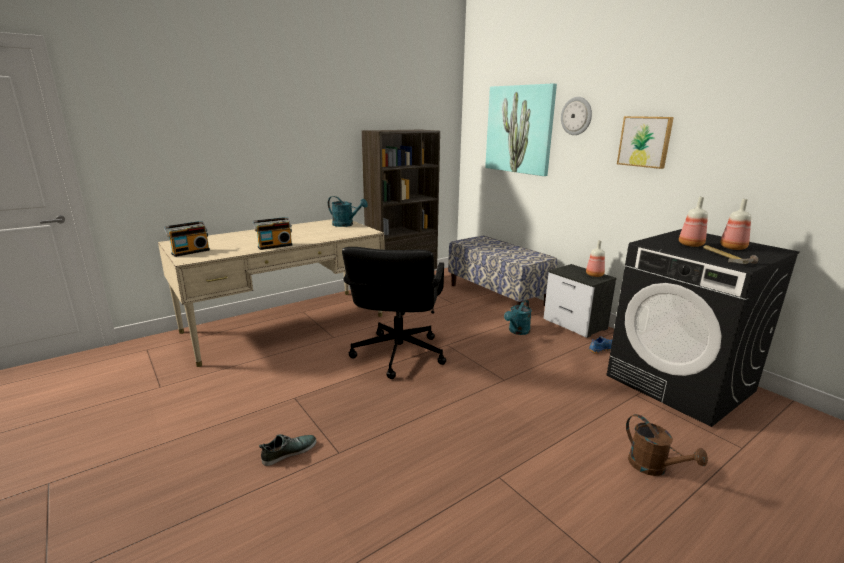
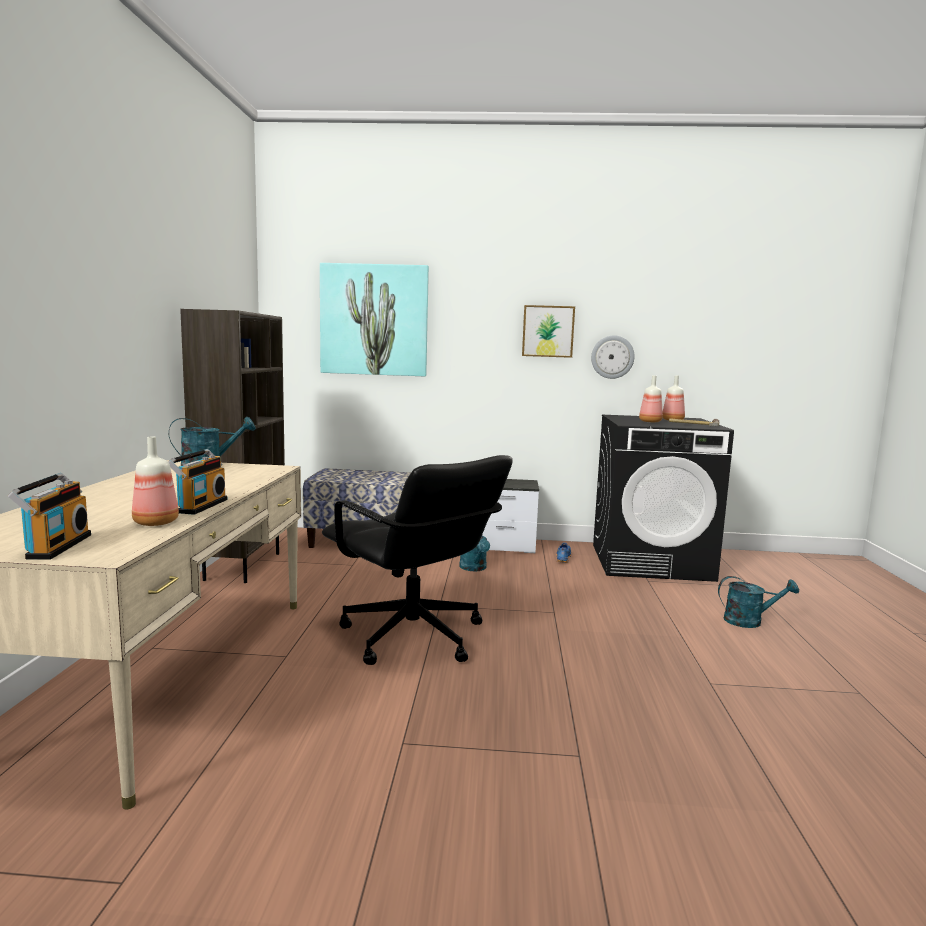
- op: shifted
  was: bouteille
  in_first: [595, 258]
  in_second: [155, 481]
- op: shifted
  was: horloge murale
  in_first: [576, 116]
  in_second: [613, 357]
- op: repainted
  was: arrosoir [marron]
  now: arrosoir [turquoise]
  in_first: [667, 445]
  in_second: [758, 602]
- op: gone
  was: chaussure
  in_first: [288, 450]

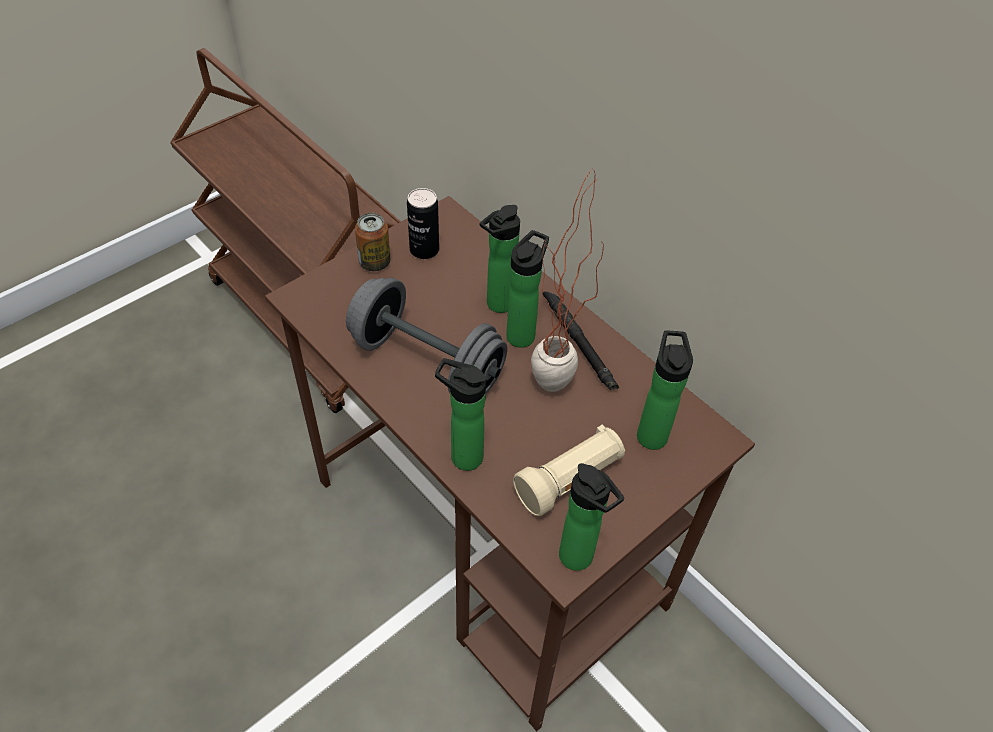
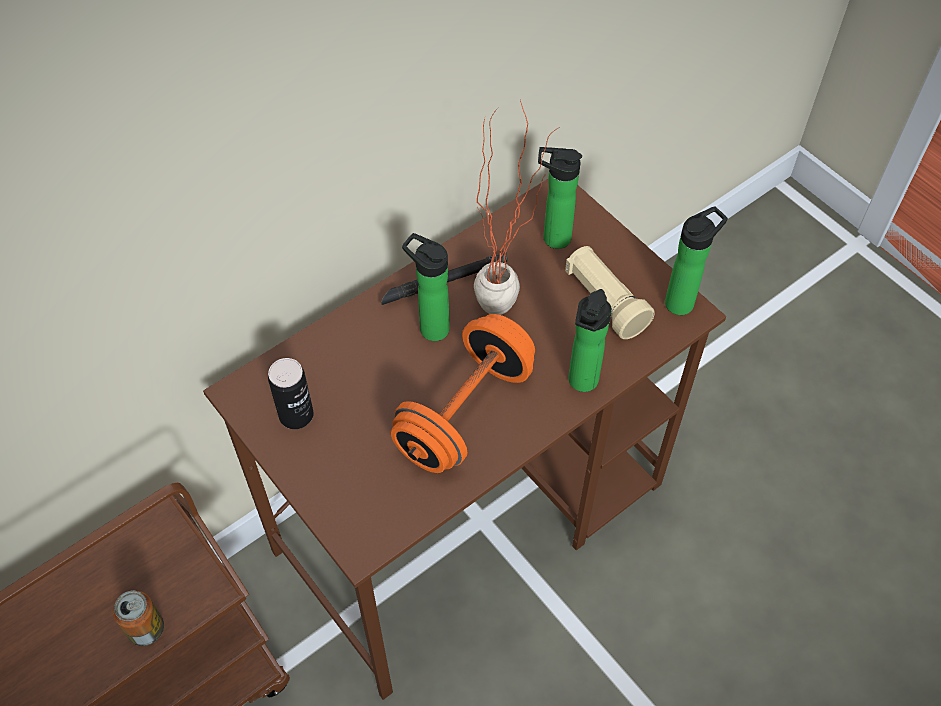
- op: shifted
  was: boîte métallique
  in_first: [372, 242]
  in_second: [138, 618]
- op: repainted
  was: haltère [gris]
  now: haltère [orange]
  in_first: [426, 335]
  in_second: [463, 393]
- op: gone
  was: bouteille
  in_first: [500, 259]

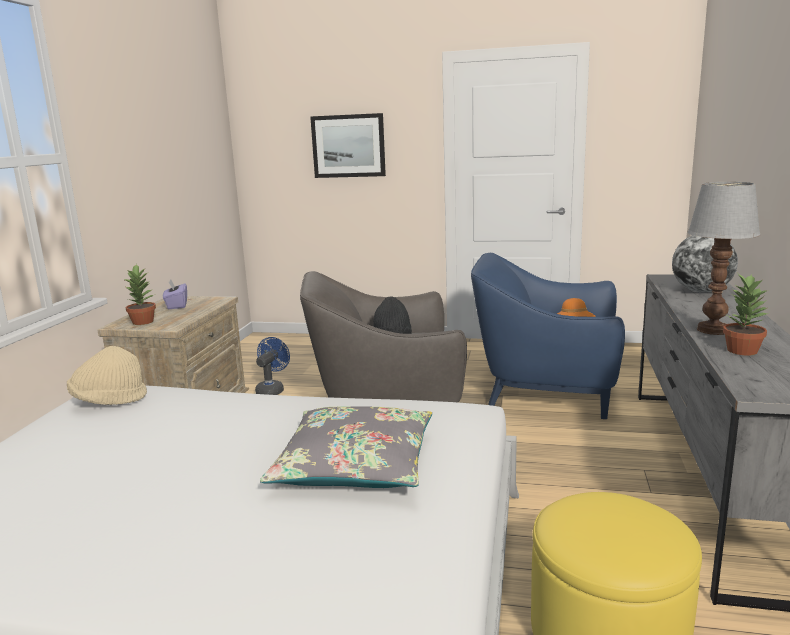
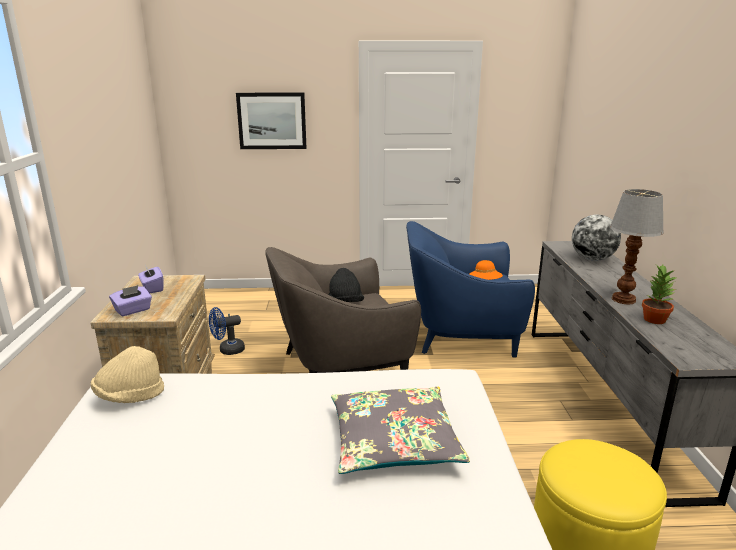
- op: swapped
  was: plante en pot
  now: boîte à mouchoirs [violet]
  in_first: [139, 294]
  in_second: [130, 301]
- op: rotated
  was: ventilateur [bleu]
  in_first: [272, 366]
  in_second: [227, 331]
  clockwise: -120

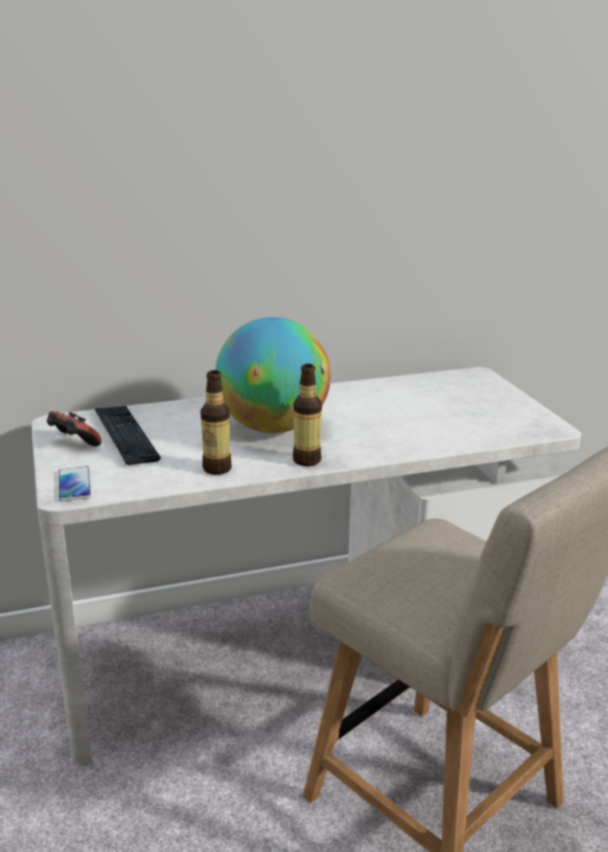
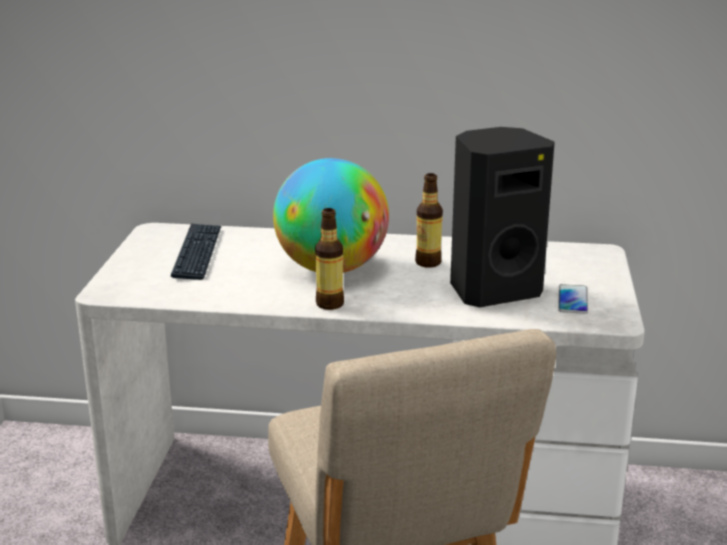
- op: shifted
  was: bouteille
  in_first: [216, 422]
  in_second: [429, 220]
- op: new
  now: enceinte [noir]
  in_second: [502, 217]
- op: shifted
  was: téléphone
  in_first: [74, 483]
  in_second: [573, 299]
- op: gone
  was: manette
  in_first: [74, 428]

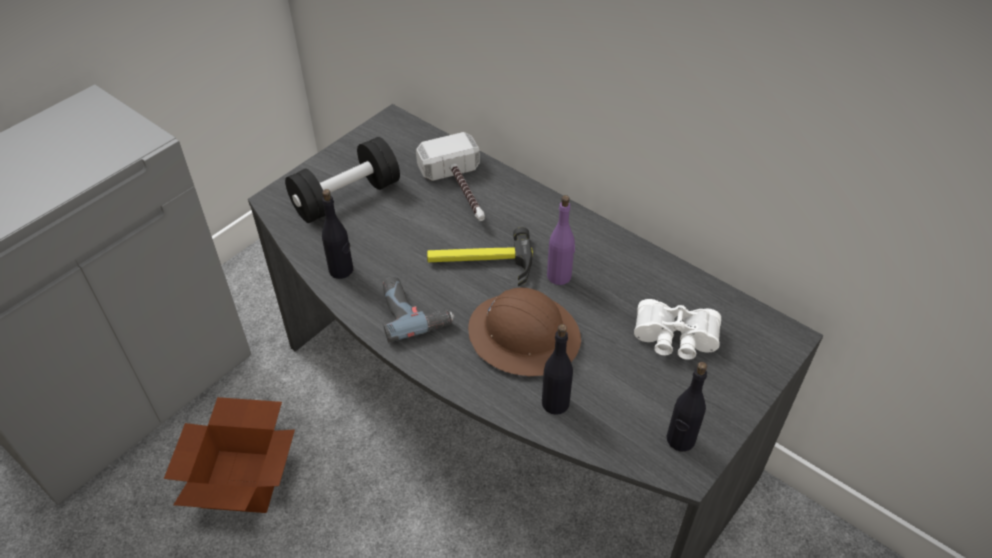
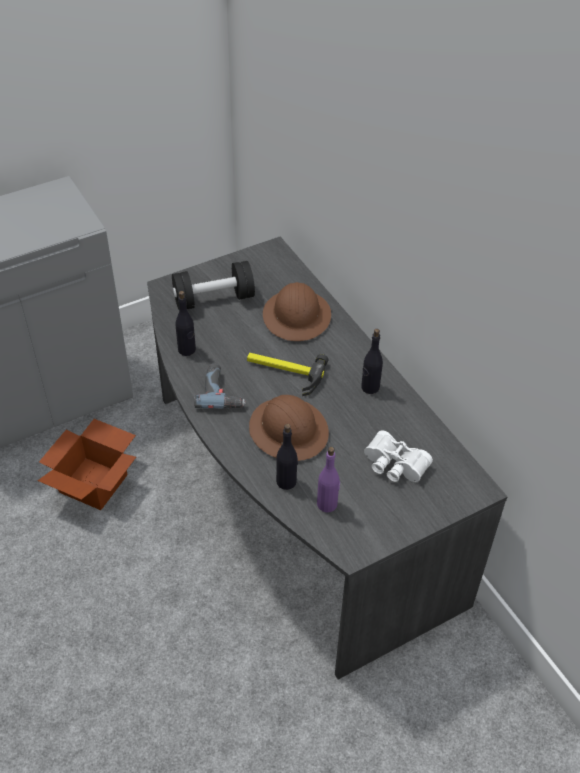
- op: swapped
  was: marteau
  now: casque de chantier [marron]
  in_first: [450, 176]
  in_second: [297, 311]
- op: shifted
  was: bouteille [violet]
  in_first: [561, 240]
  in_second: [328, 479]
- op: shifted
  was: bouteille [noir]
  in_first: [687, 407]
  in_second: [372, 361]

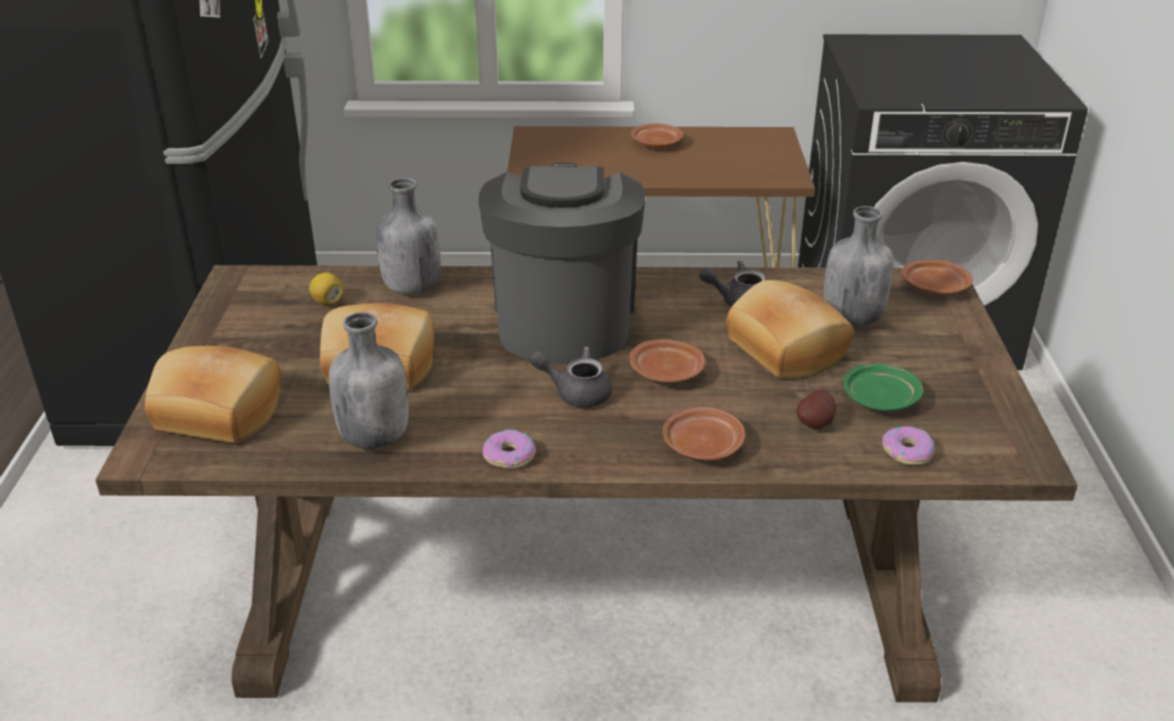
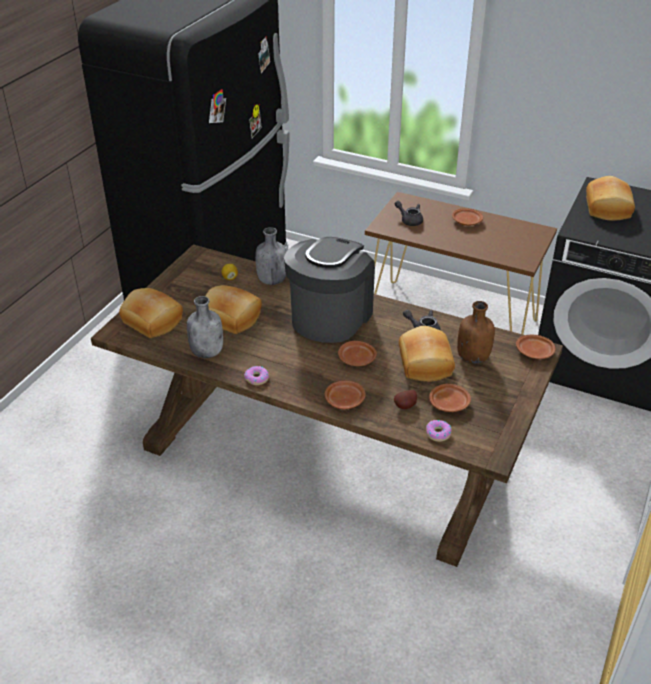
- op: shifted
  was: théière [gris]
  in_first: [571, 377]
  in_second: [408, 213]
- op: repainted
  was: assiette [vert]
  now: assiette [marron]
  in_first: [883, 387]
  in_second: [450, 398]
- op: repainted
  was: bouteille [gris]
  now: bouteille [marron]
  in_first: [858, 266]
  in_second: [476, 332]
- op: new
  now: pain
  in_second: [610, 198]

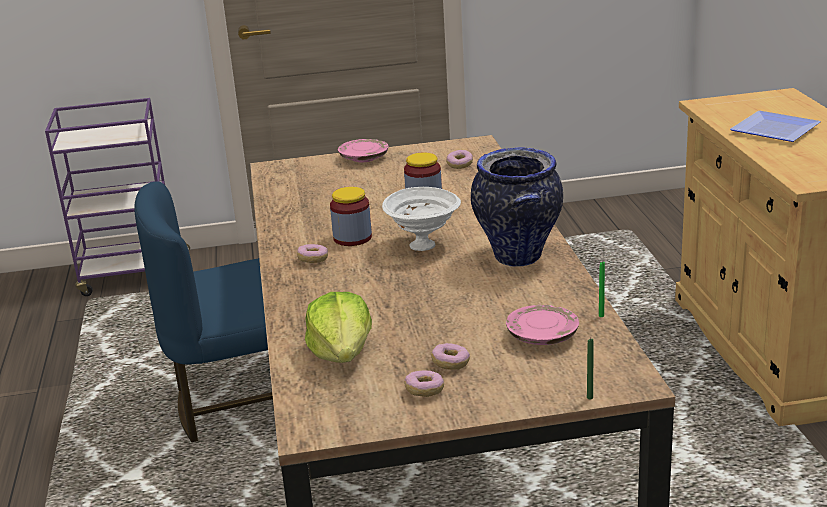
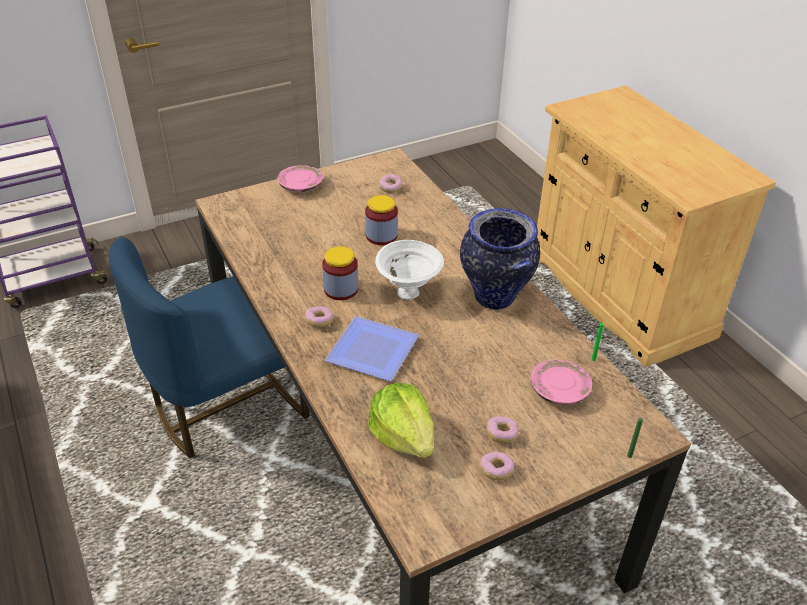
- op: shifted
  was: assiette
  in_first: [775, 126]
  in_second: [372, 348]

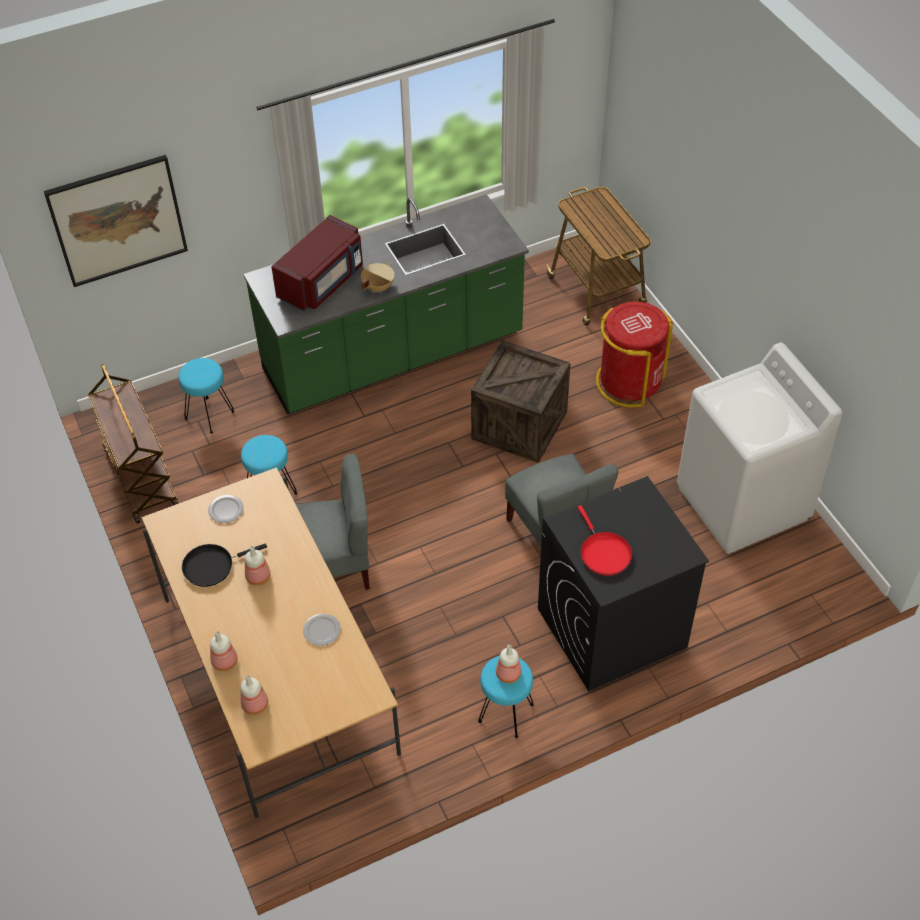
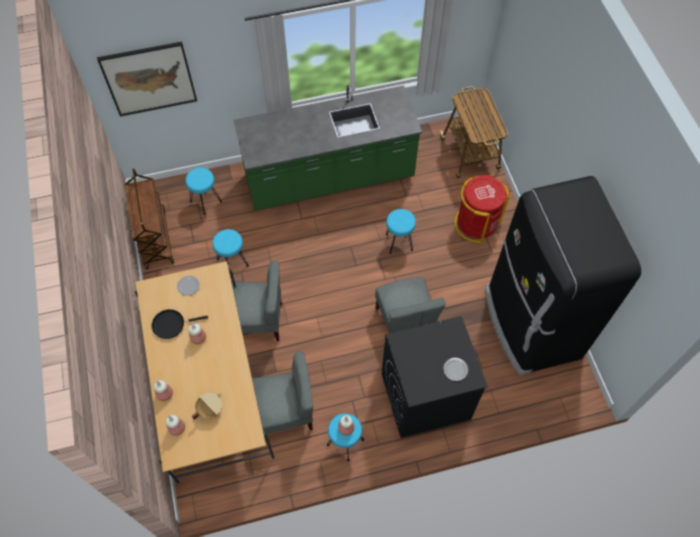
- op: shifted
  was: marmite [beige]
  in_first: [378, 277]
  in_second: [207, 406]
- op: new
  now: chaise [gris]
  in_second: [282, 396]
- op: swapped
  was: caisse
  now: tabouret [turquoise]
  in_first: [521, 401]
  in_second: [401, 231]
- op: shifted
  was: assiette
  in_first: [322, 630]
  in_second: [455, 369]
- op: swapped
  was: lave-linge [blanc]
  now: réfrigérateur [noir]
  in_first: [760, 448]
  in_second: [563, 275]
- op: gone
  was: micro-ondes [rouge]
  in_first: [317, 263]
- op: gone
  was: poêle [rouge]
  in_first: [604, 540]

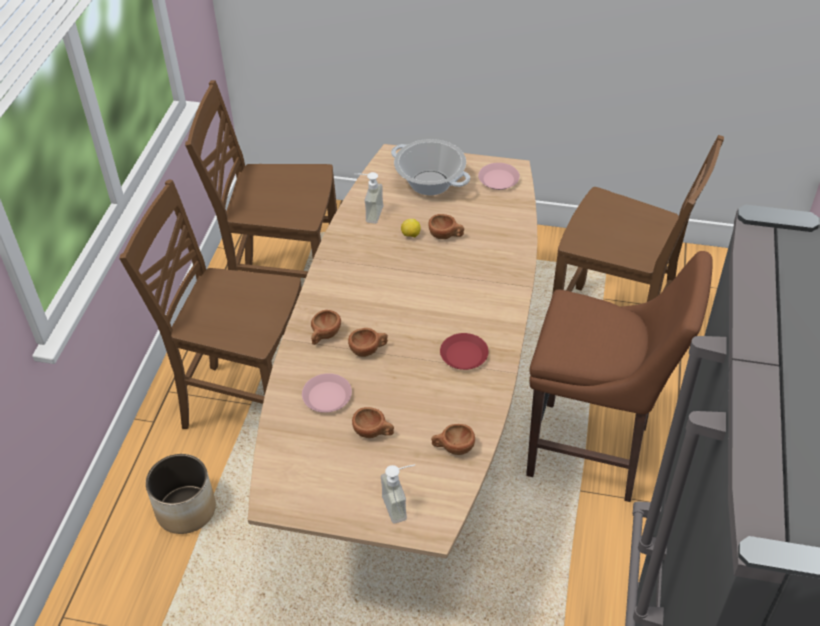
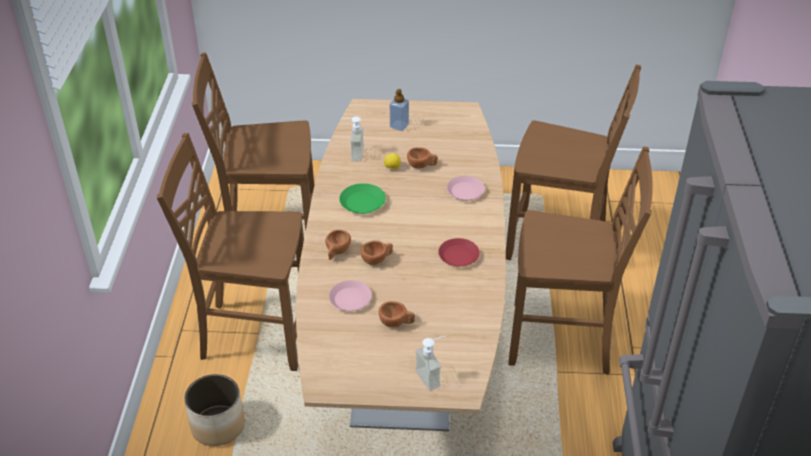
- op: new
  now: assiette [vert]
  in_second: [362, 198]
- op: swapped
  was: marmite
  now: distributeur de savon
  in_first: [430, 167]
  in_second: [399, 110]
- op: shifted
  was: assiette [rose]
  in_first: [499, 176]
  in_second: [466, 188]
- op: swapped
  was: tabouret [marron]
  now: chaise [marron]
  in_first: [619, 376]
  in_second: [580, 261]
- op: gone
  was: tasse [marron]
  in_first: [453, 439]

